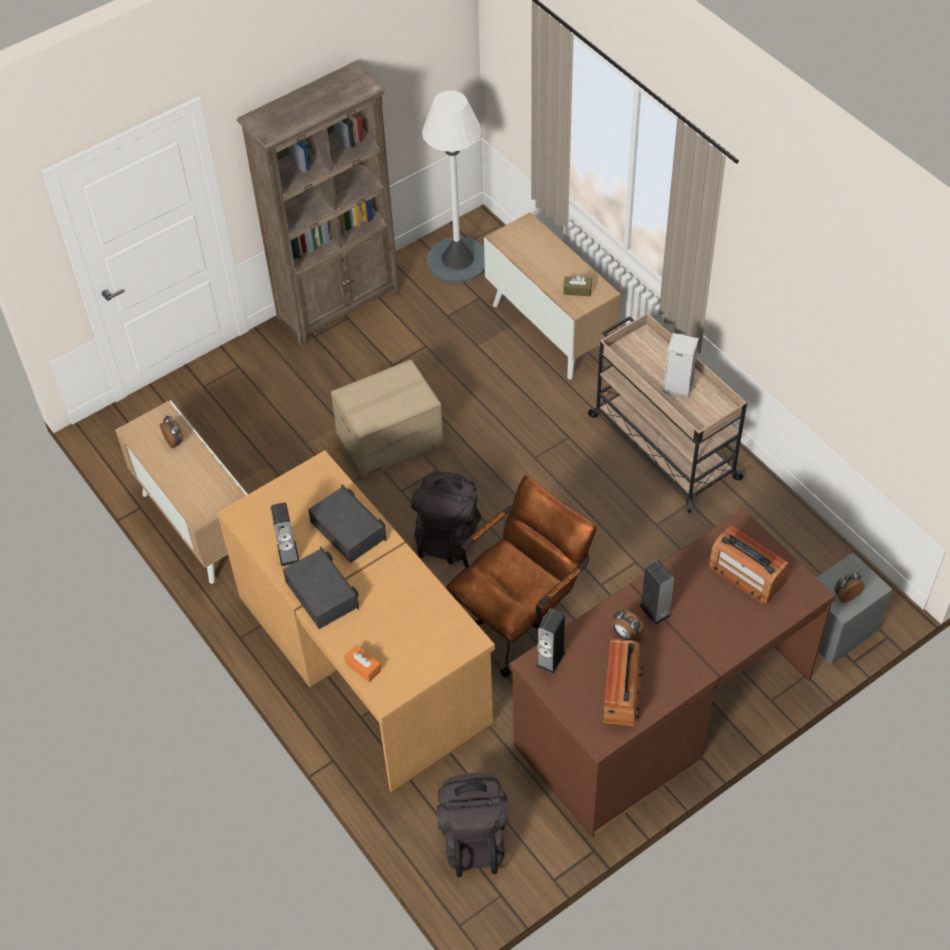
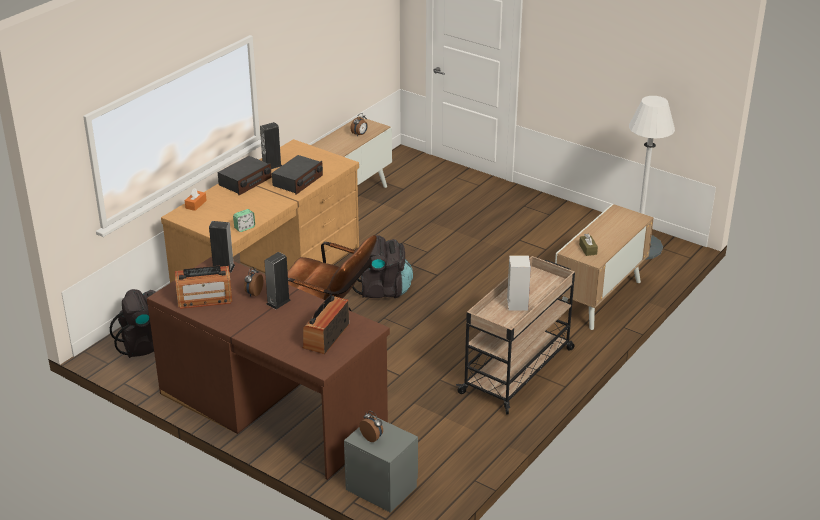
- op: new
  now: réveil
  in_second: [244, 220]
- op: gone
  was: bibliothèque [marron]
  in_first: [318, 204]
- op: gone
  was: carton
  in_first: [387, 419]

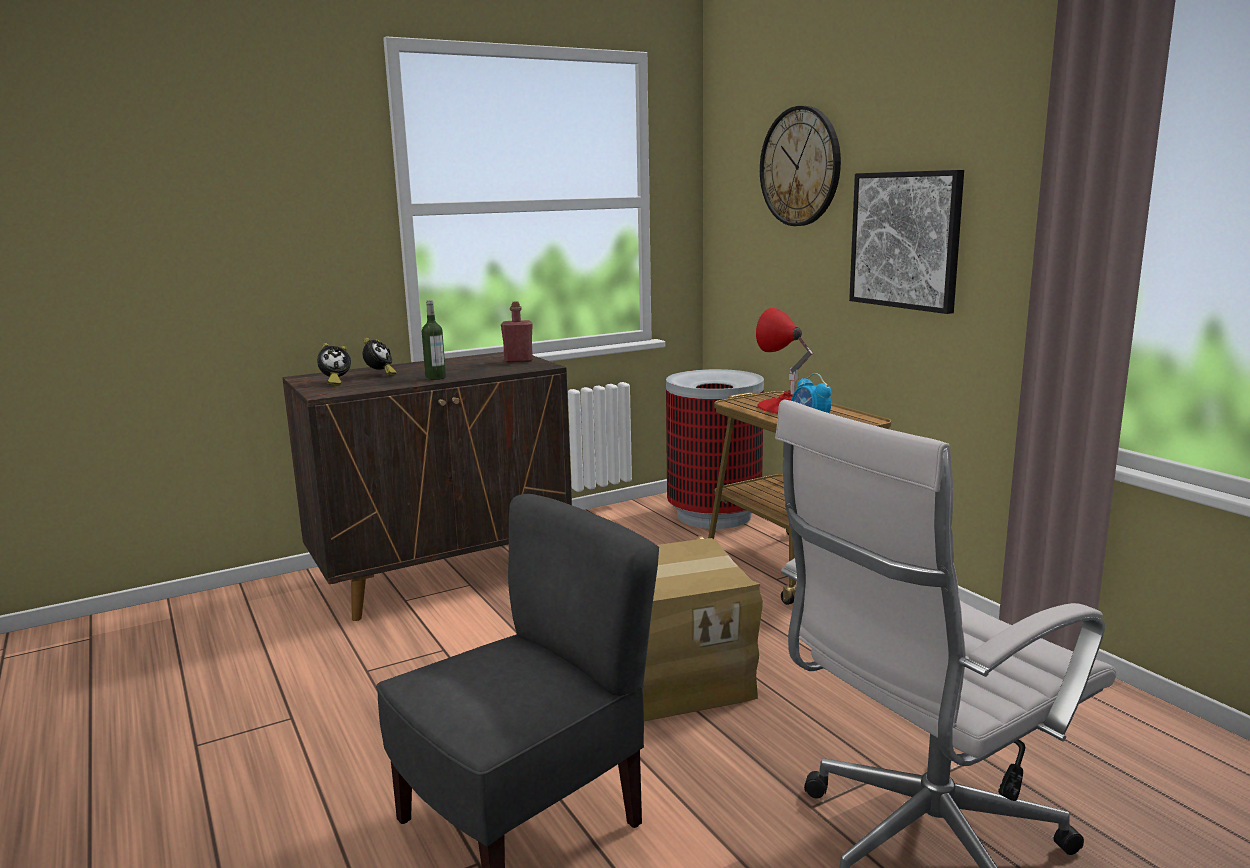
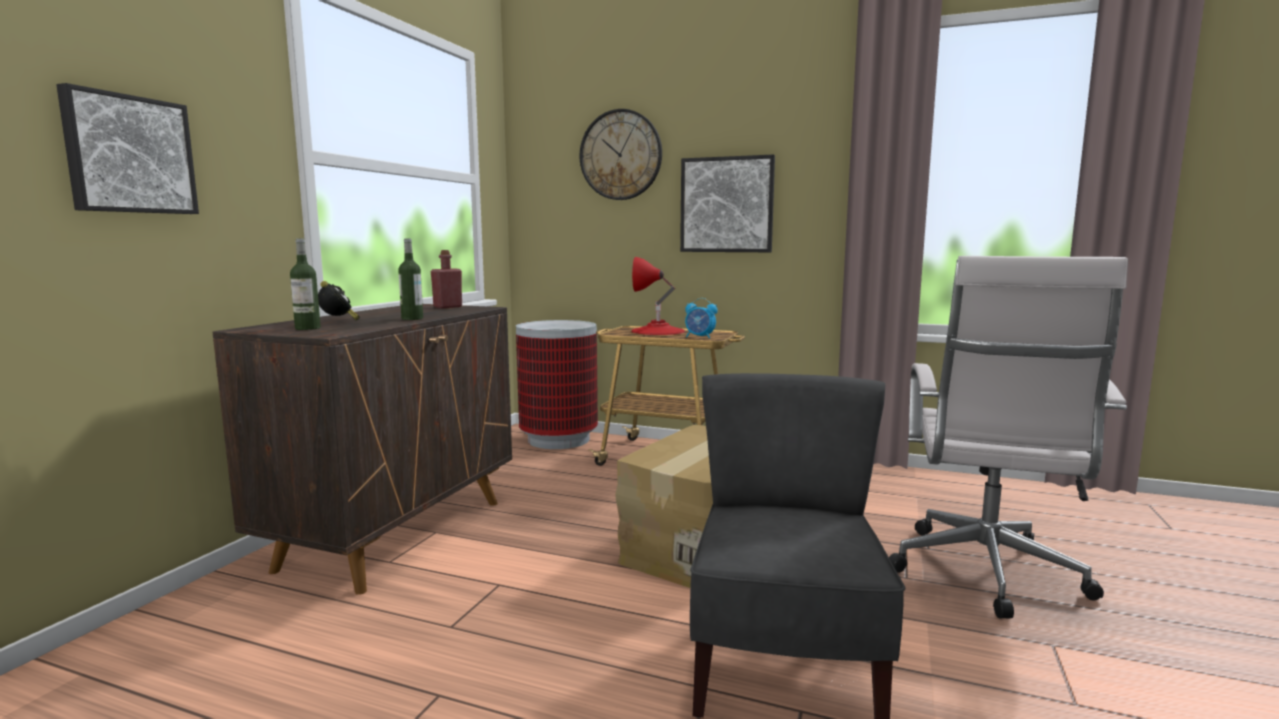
- op: new
  now: tableau
  in_second: [127, 148]
- op: swapped
  was: réveil
  now: bouteille
  in_first: [334, 364]
  in_second: [305, 284]

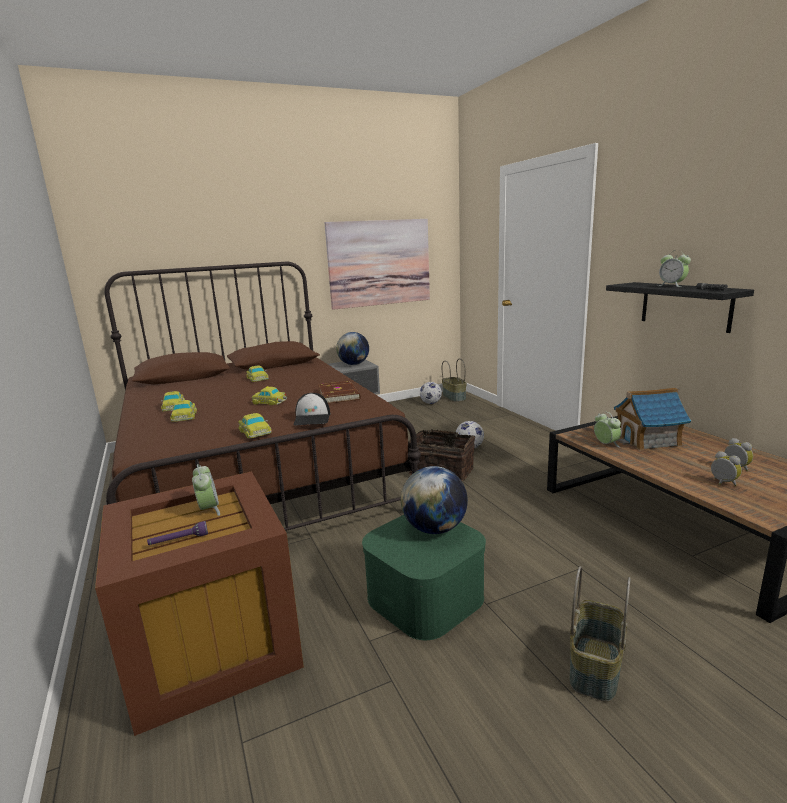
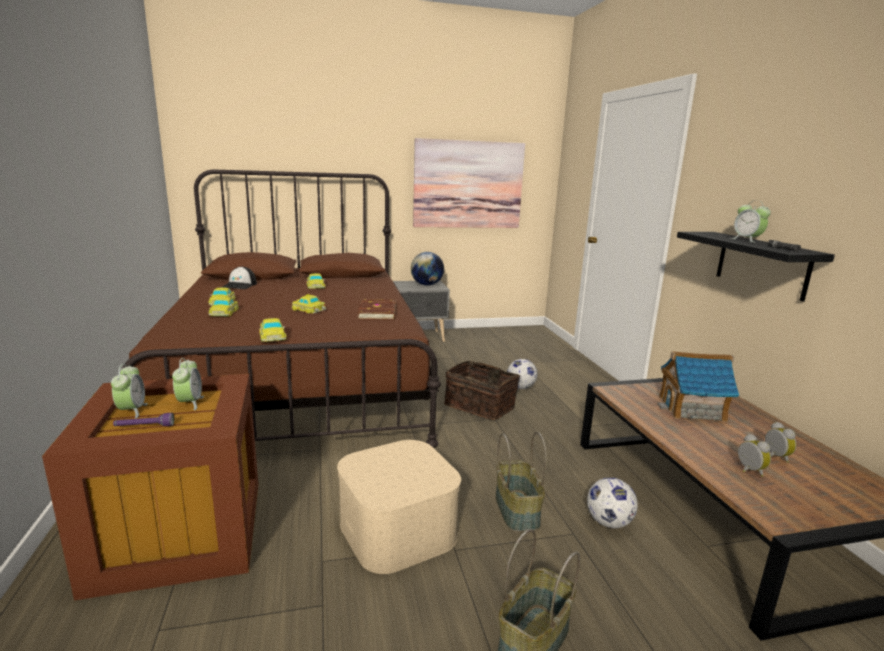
- op: shifted
  was: réveil
  in_first: [607, 429]
  in_second: [129, 391]
- op: shifted
  was: casquette
  in_first: [311, 409]
  in_second: [239, 277]
- op: repainted
  was: boîte de rangement [vert]
  now: boîte de rangement [beige]
  in_first: [424, 577]
  in_second: [399, 507]
- op: shifted
  was: panier
  in_first: [454, 380]
  in_second: [521, 482]
- op: shifted
  was: ballon de foot
  in_first: [431, 393]
  in_second: [612, 502]
- op: gone
  was: globe
  in_first: [434, 500]

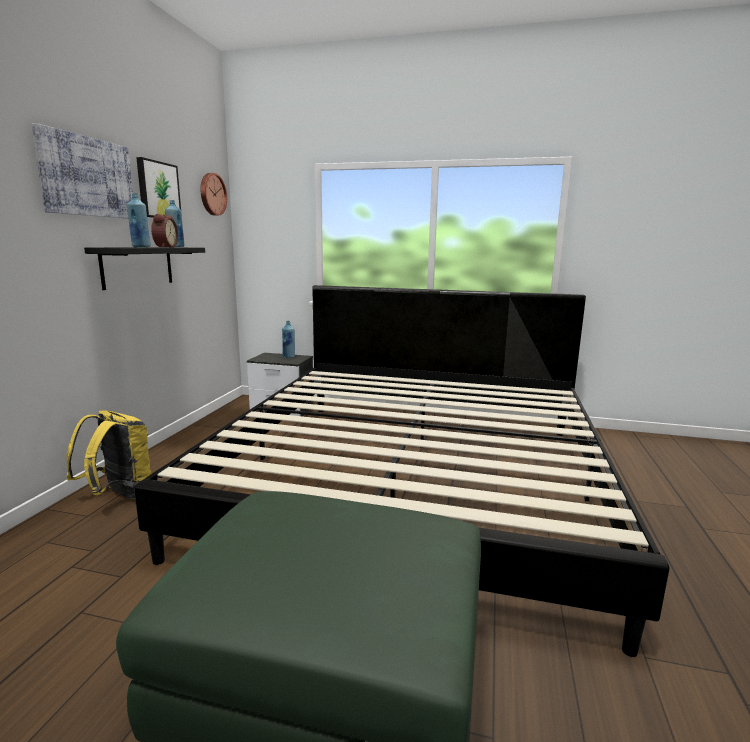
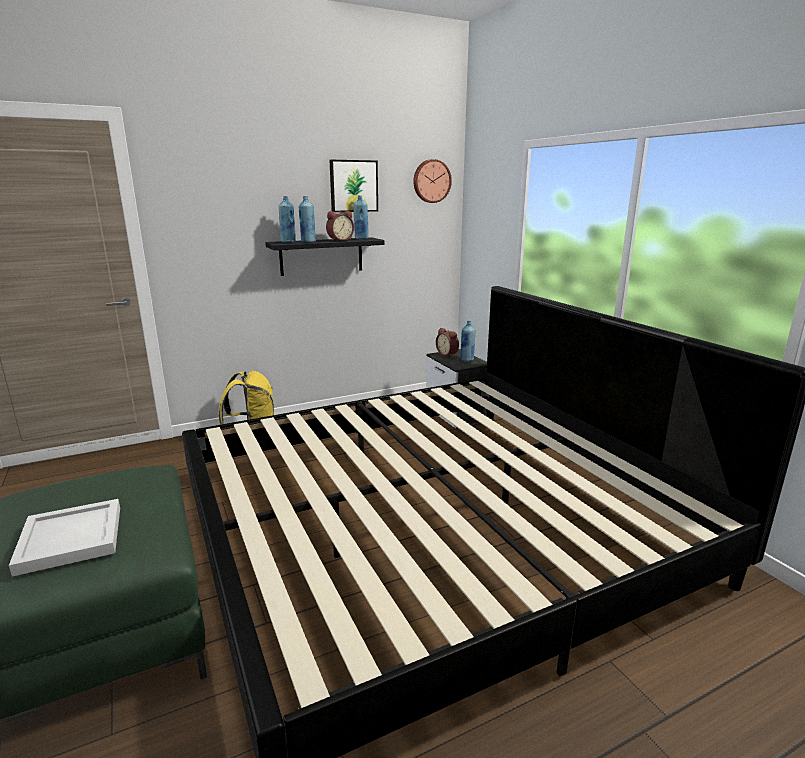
- op: new
  now: plateau [blanc]
  in_second: [64, 537]
- op: new
  now: bouteille [bleu]
  in_second: [287, 219]
- op: new
  now: réveil
  in_second: [447, 342]
- op: gone
  was: tableau
  in_first: [82, 171]

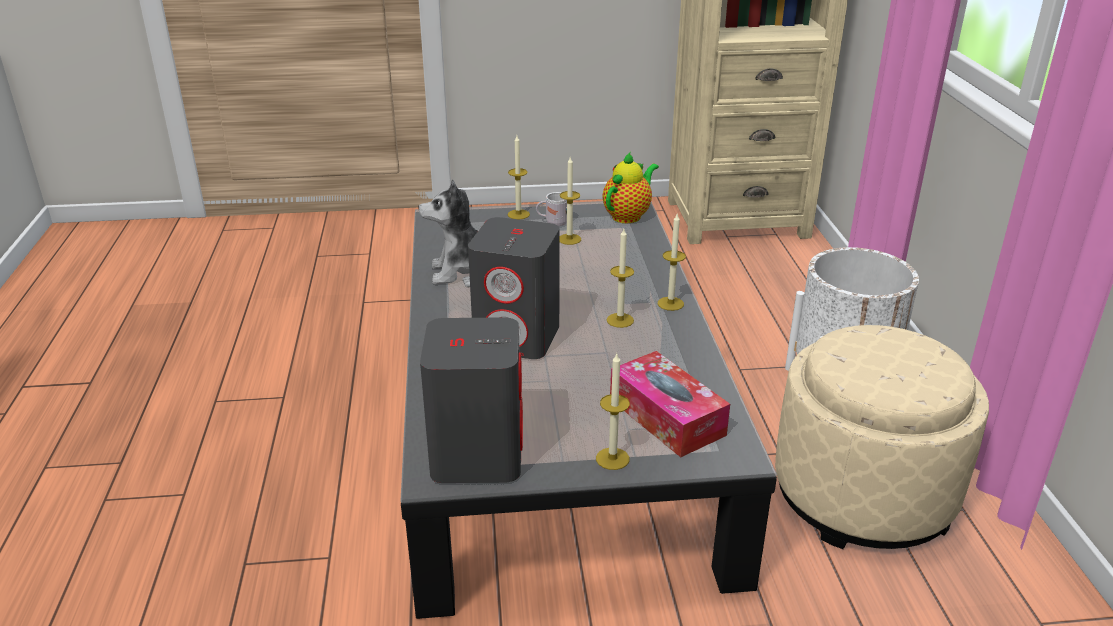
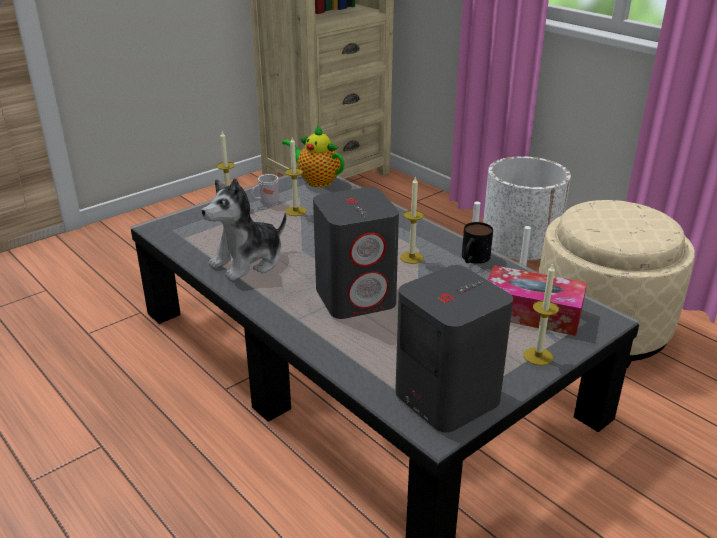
- op: rotated
  was: théière
  in_first: [630, 187]
  in_second: [313, 156]
  clockwise: -60
- op: new
  now: mug
  in_second: [477, 243]
- op: gone
  was: bougie
  in_first: [672, 262]

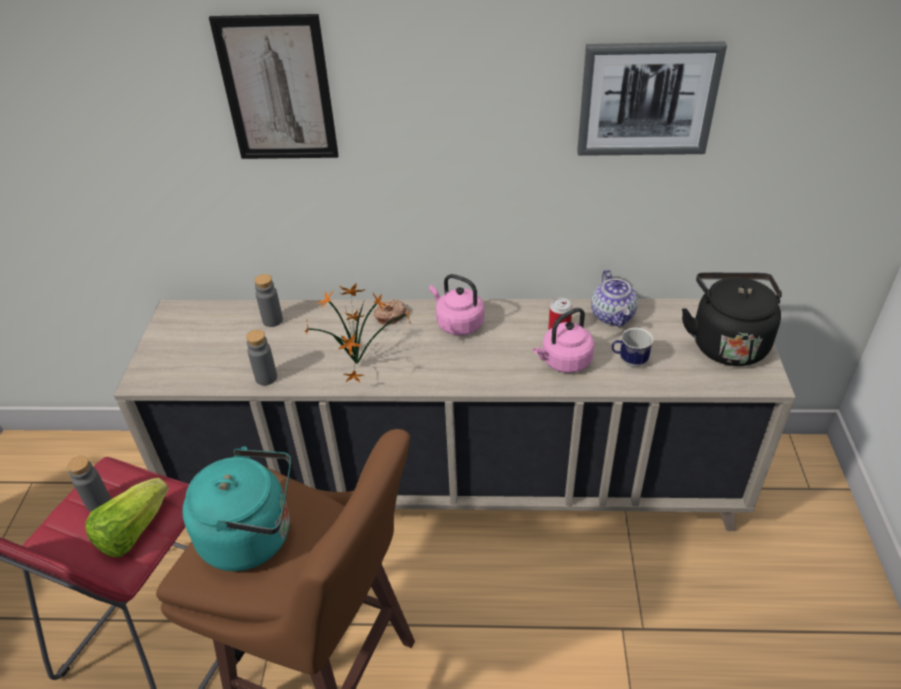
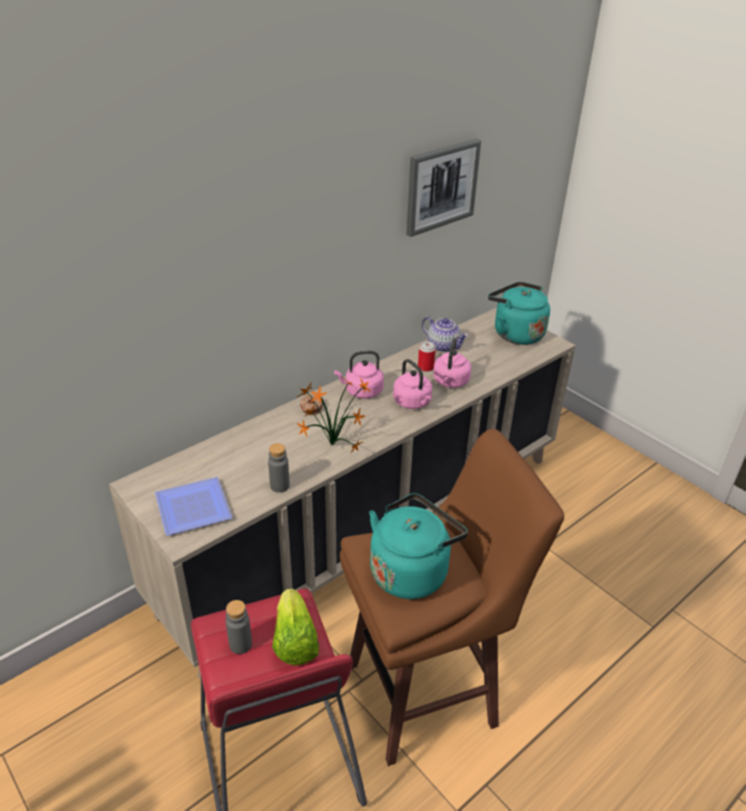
- op: new
  now: assiette
  in_second: [193, 506]
- op: new
  now: bouilloire [rose]
  in_second: [412, 384]
- op: repainted
  was: bouilloire [noir]
  now: bouilloire [turquoise]
  in_first: [732, 319]
  in_second: [519, 313]
- op: gone
  was: tableau
  in_first: [274, 86]
- op: gone
  was: bouteille [gris]
  in_first: [268, 300]
- op: gone
  was: mug
  in_first: [633, 347]

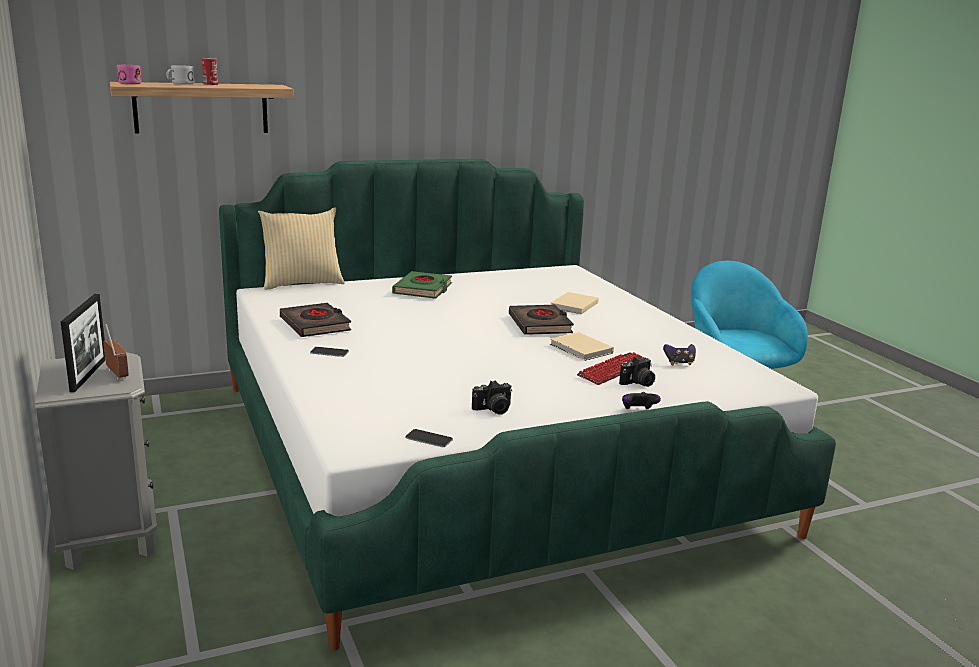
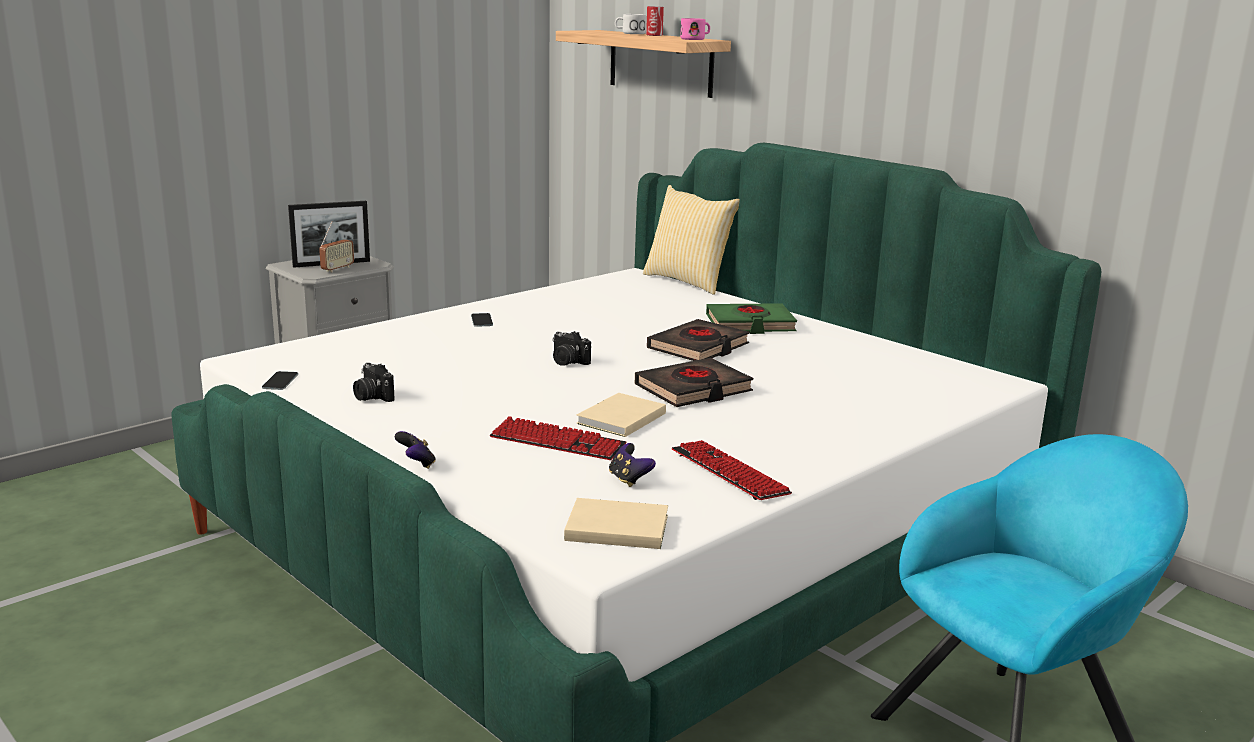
- op: shifted
  was: appareil photo
  in_first: [637, 371]
  in_second: [572, 348]
- op: shifted
  was: livre [beige]
  in_first: [575, 303]
  in_second: [616, 523]
- op: shifted
  was: livre [noir]
  in_first: [315, 320]
  in_second: [698, 340]
- op: new
  now: clavier
  in_second: [732, 470]
- op: shifted
  was: mug [rose]
  in_first: [129, 74]
  in_second: [695, 29]

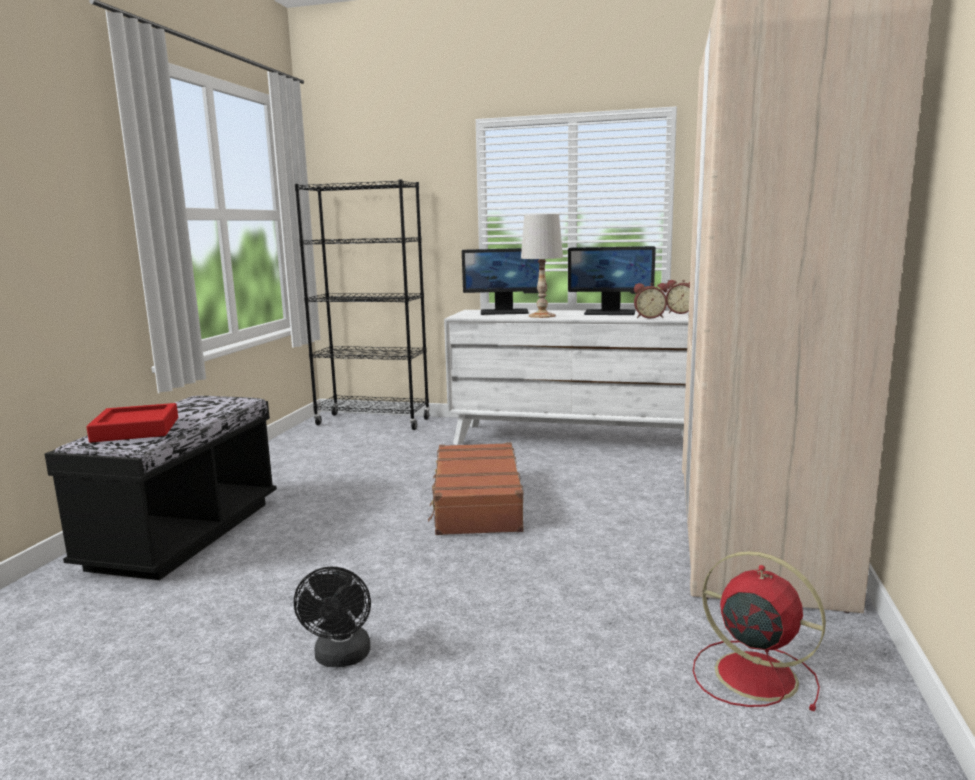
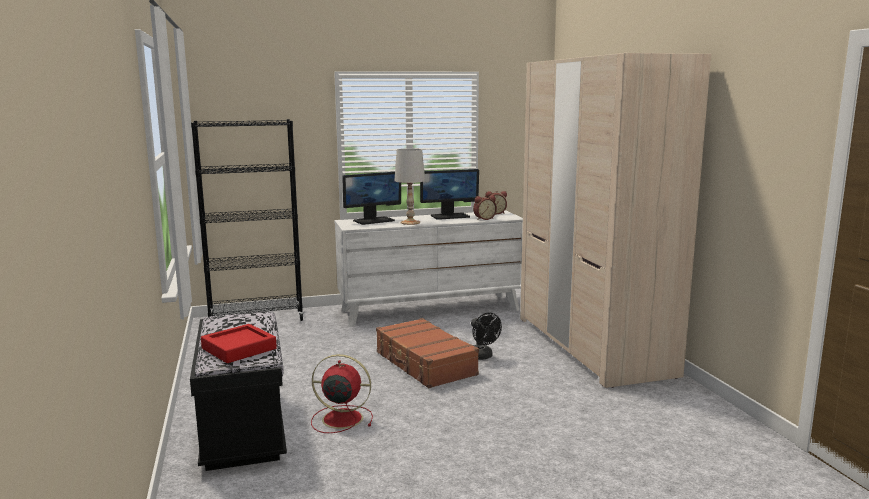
- op: shifted
  was: ventilateur [rouge]
  in_first: [759, 631]
  in_second: [342, 393]
- op: shifted
  was: ventilateur [noir]
  in_first: [332, 616]
  in_second: [486, 336]

